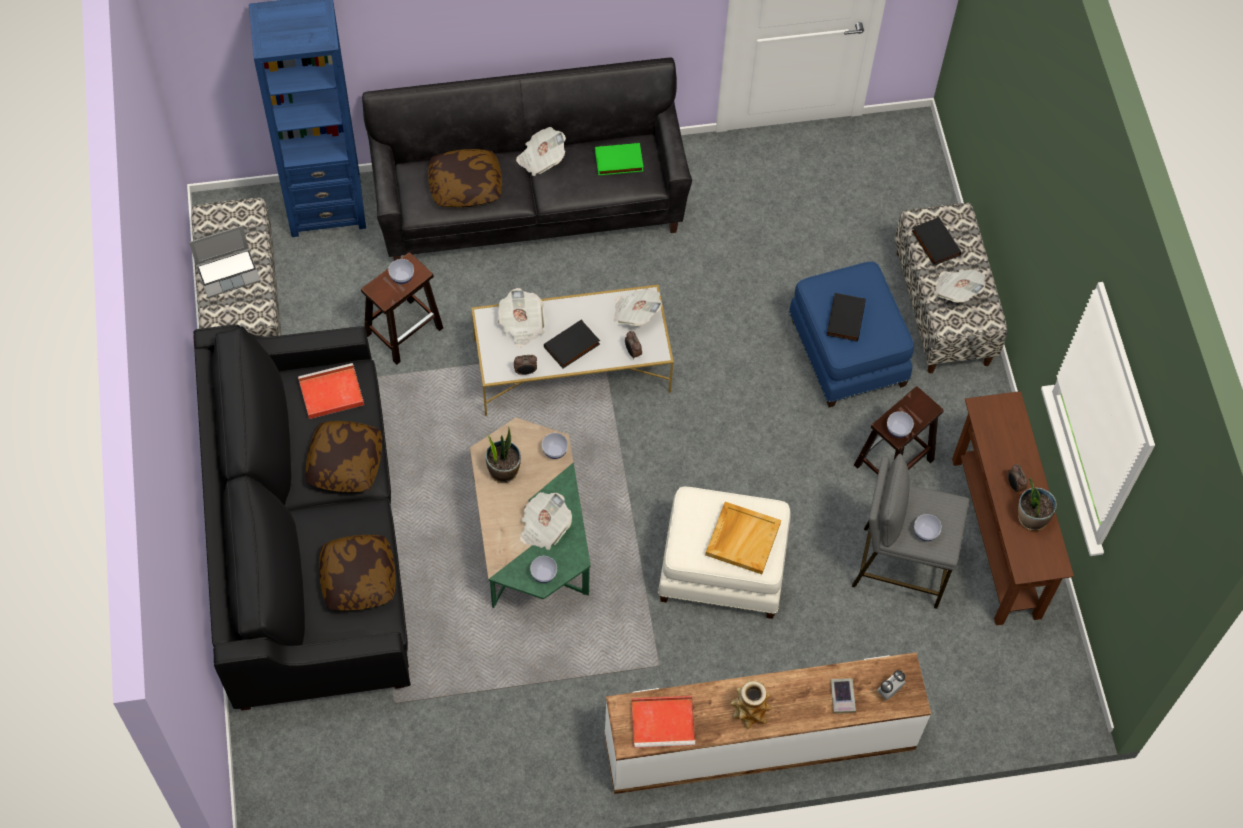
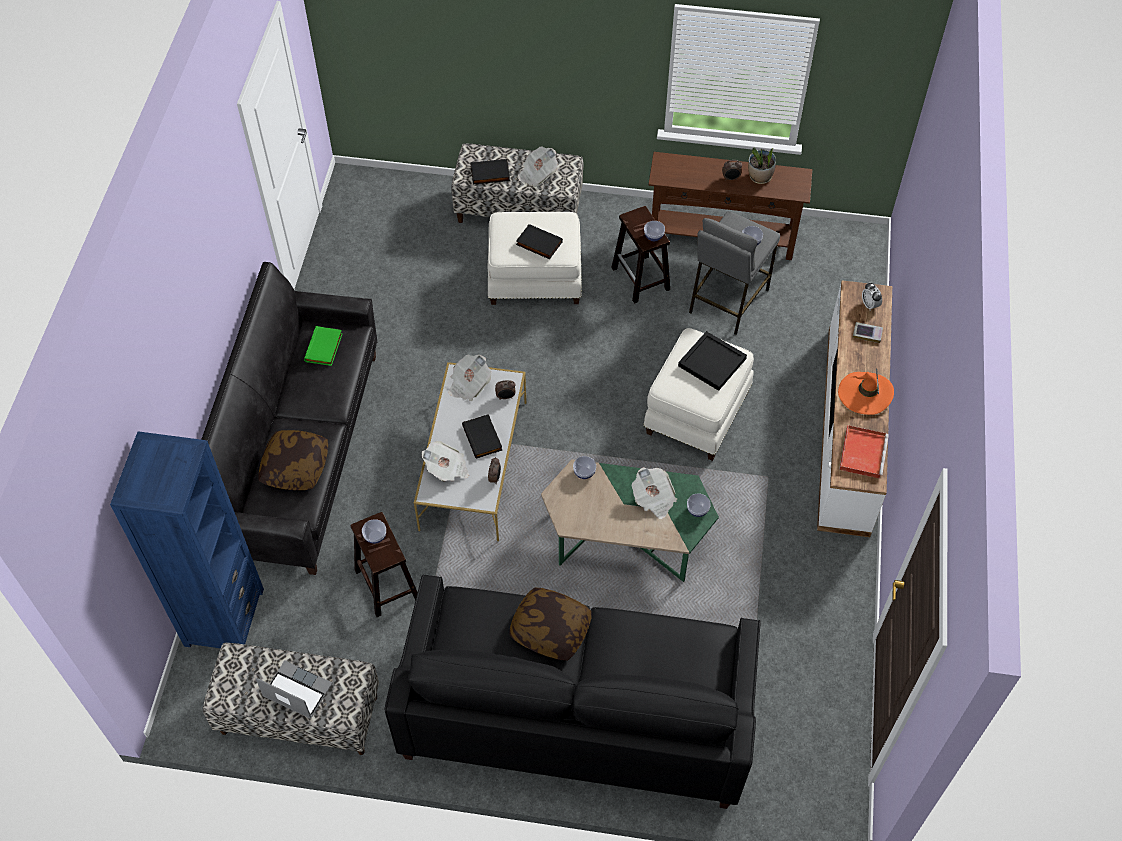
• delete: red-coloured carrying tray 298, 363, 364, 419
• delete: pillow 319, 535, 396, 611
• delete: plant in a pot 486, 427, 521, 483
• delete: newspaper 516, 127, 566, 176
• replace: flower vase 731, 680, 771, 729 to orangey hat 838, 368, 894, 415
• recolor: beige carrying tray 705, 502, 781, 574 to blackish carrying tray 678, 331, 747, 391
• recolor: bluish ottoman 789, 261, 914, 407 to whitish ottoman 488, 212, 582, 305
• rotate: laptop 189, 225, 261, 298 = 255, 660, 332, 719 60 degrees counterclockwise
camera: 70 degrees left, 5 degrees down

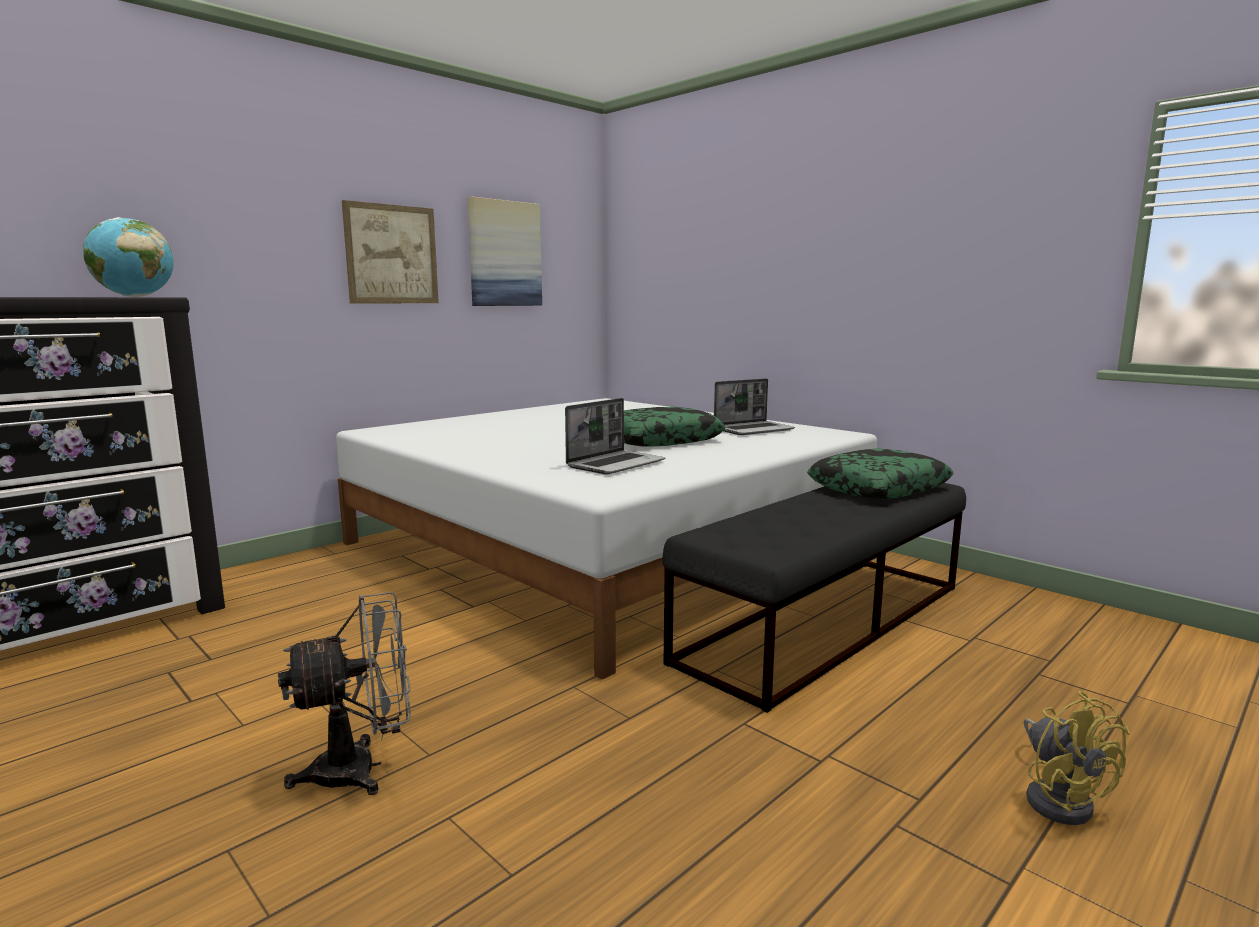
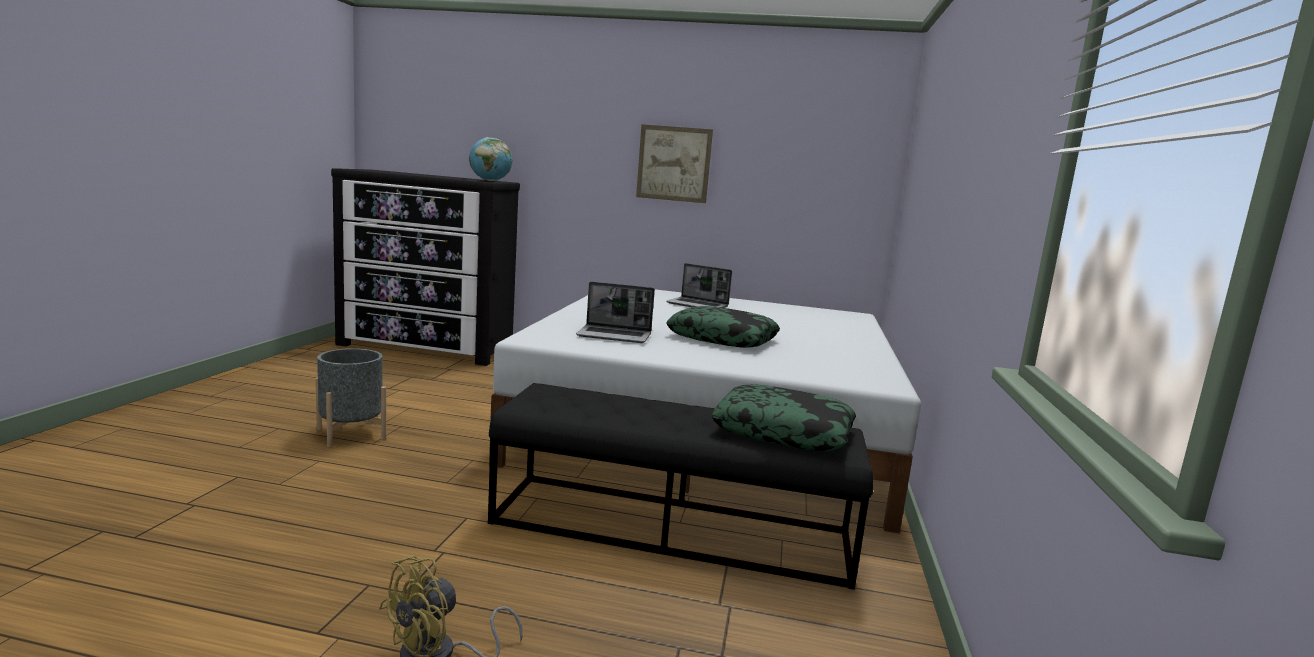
• delete: wall art 467, 196, 542, 306
• move: laptop 714, 379, 795, 435 to 666, 263, 732, 308
• replace: gray cooling fan 278, 592, 411, 795 to gray plant pot 316, 348, 386, 447
camera: 55 degrees right, 0 degrees up

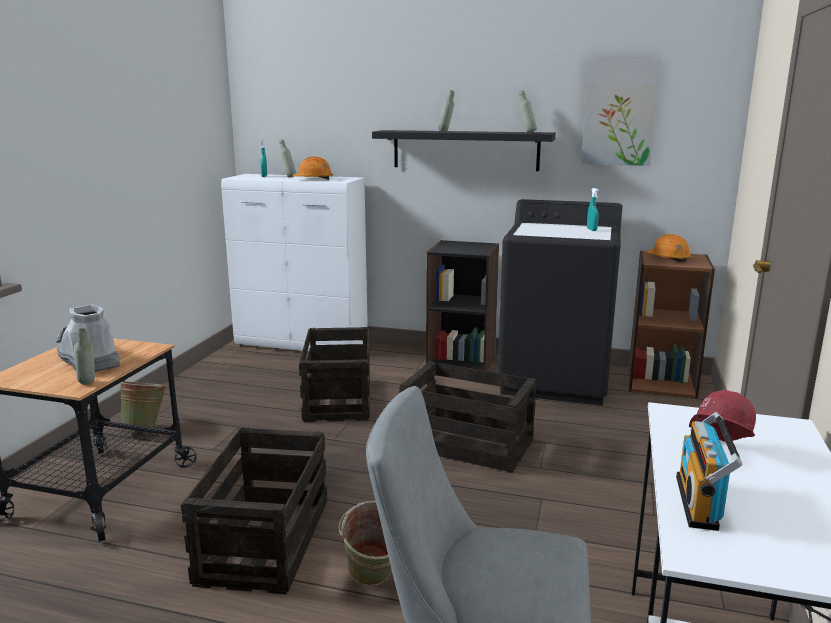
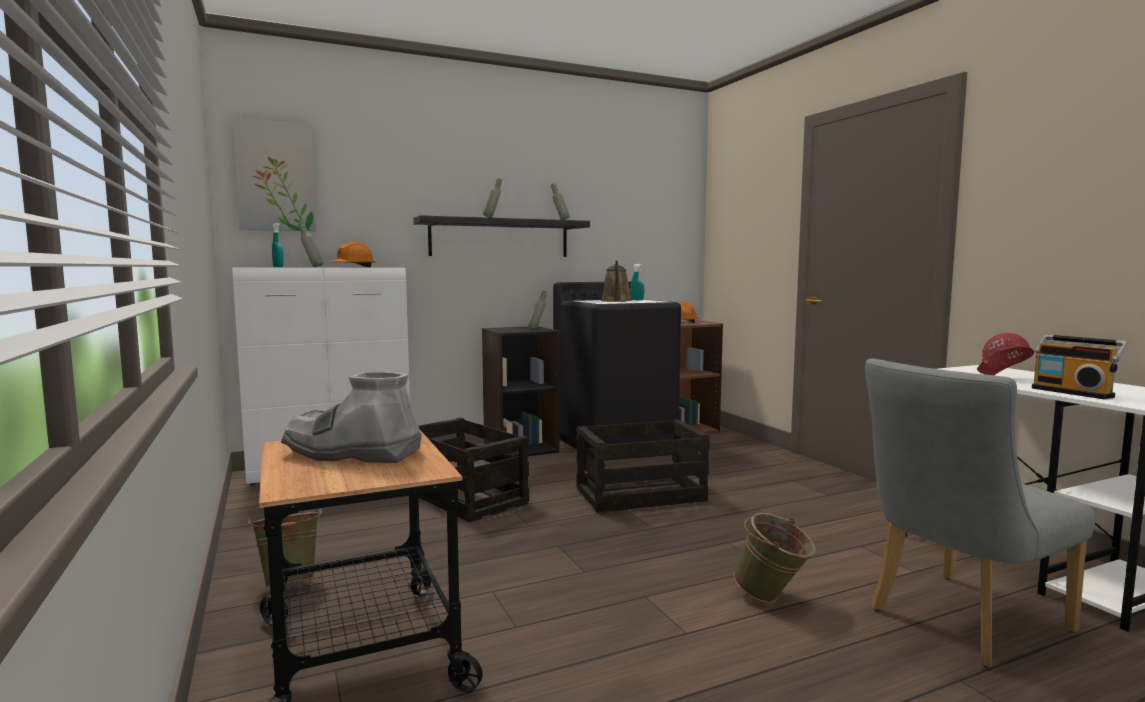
• delete: crate 181, 427, 327, 594
• insert: brownish sprinkling can 601, 260, 632, 302
• move: gray bottle 74, 328, 95, 384 to 528, 291, 547, 329
• move: wall art 581, 59, 660, 166 to 233, 118, 316, 231
camera: 40 degrees left, 10 degrees down

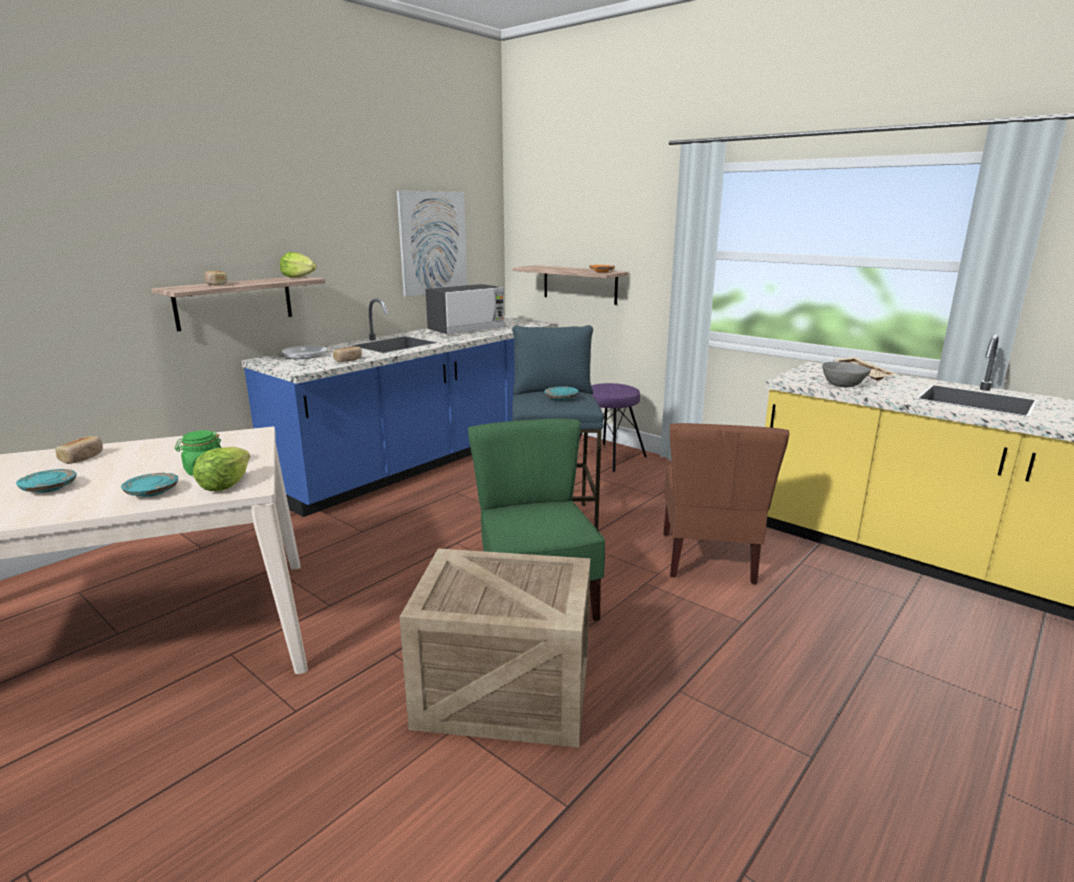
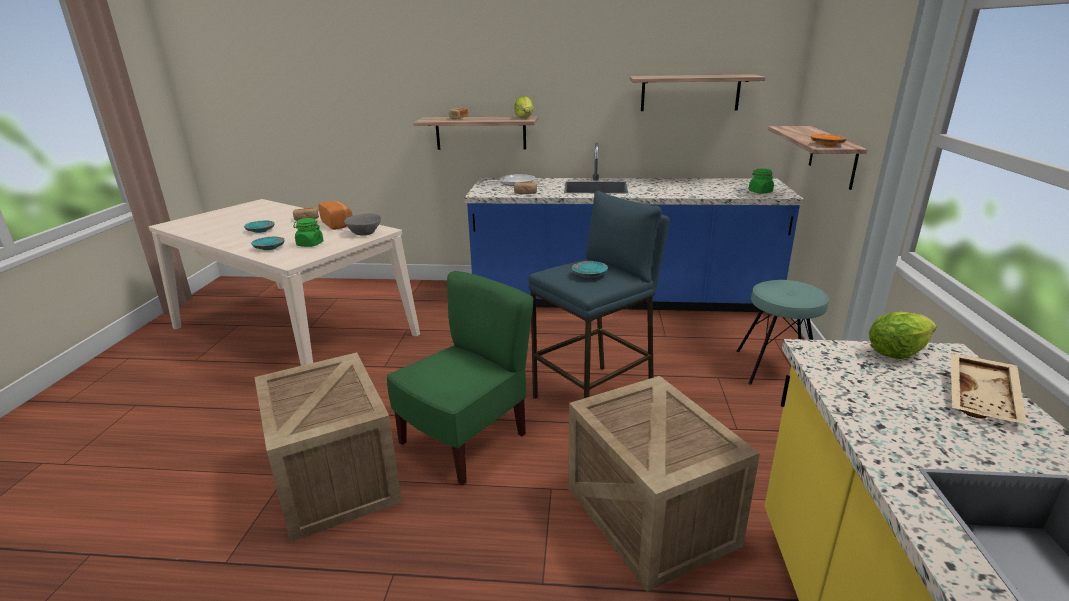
• delete: microwave oven 425, 284, 505, 334
• insert: baked bread 318, 201, 353, 230
• insert: greenish storage jar 749, 169, 774, 194
• move: lettuce head 193, 447, 250, 491 to 869, 312, 937, 359
• move: gray deep dish 822, 361, 871, 387 to 344, 213, 381, 236
• replace: wall art 397, 191, 467, 297 to bracket shelf 630, 74, 766, 111
• replace: brownish chair 663, 423, 789, 585 to crate 568, 376, 760, 592
• recolor: purplish stool seat 579, 383, 647, 472 to blue-green stool seat 736, 280, 829, 385
camera: 55 degrees right, 5 degrees up

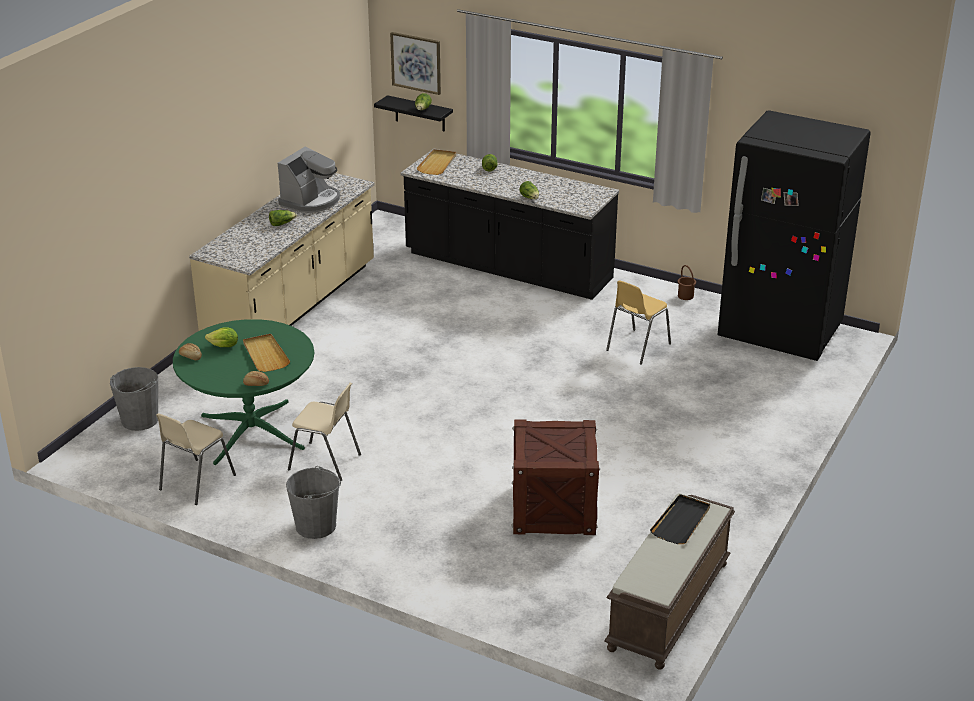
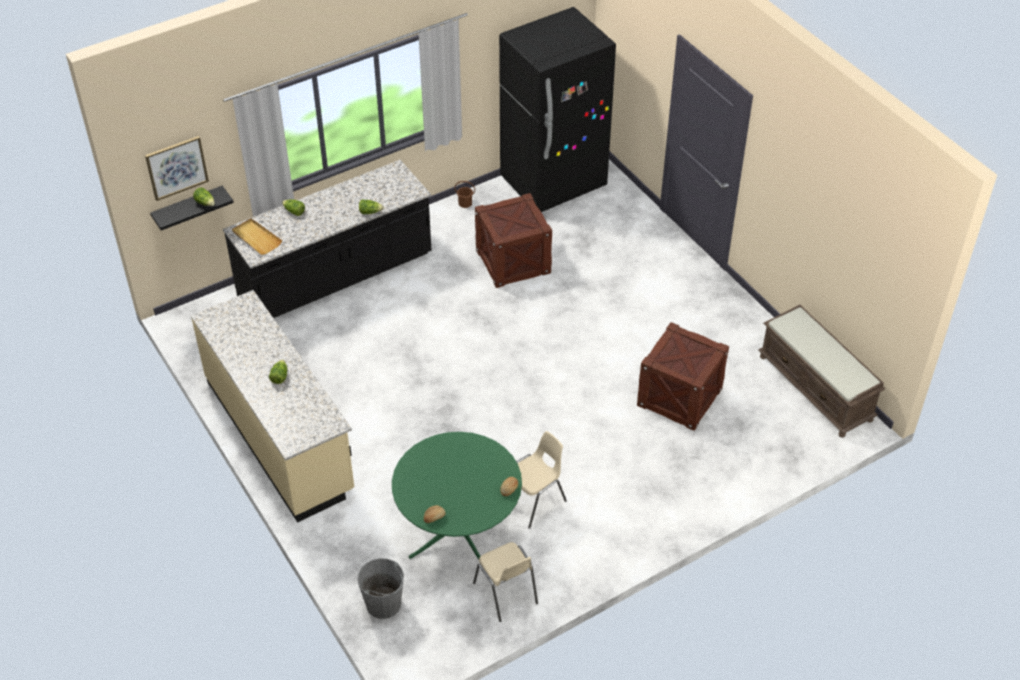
• delete: lettuce head 205, 327, 238, 347
• delete: beige carrying tray 243, 334, 290, 372
• delete: coffee machine 278, 146, 340, 213
• delete: gray bucket 286, 466, 341, 539
• delete: blackish carrying tray 650, 494, 710, 544
• replace: yellow-coloured chair 606, 280, 671, 365 to crate 475, 193, 552, 288
camera: 60 degrees left, 15 degrees up

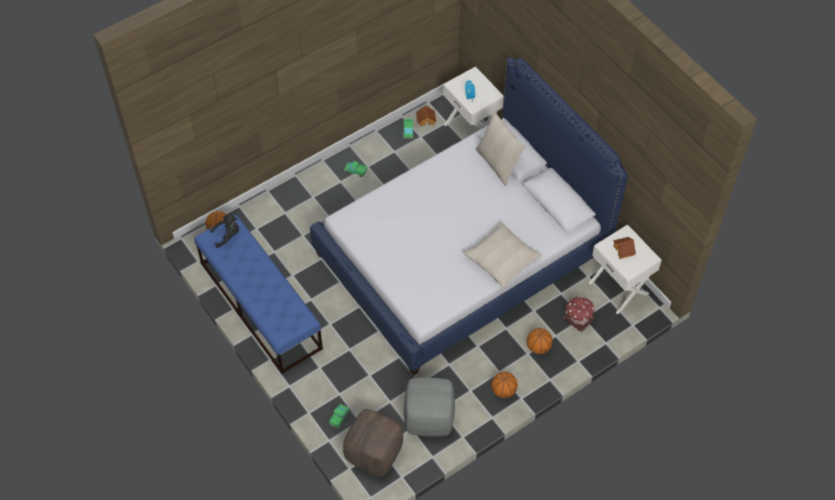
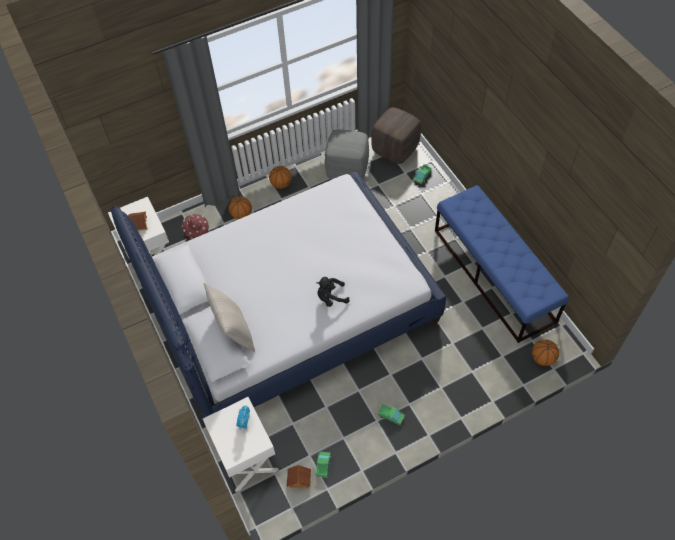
• delete: beige pillow 463, 222, 542, 288
• move: blackish soft toy 210, 214, 239, 248 to 317, 277, 350, 307
camera: 170 degrees left, 0 degrees up

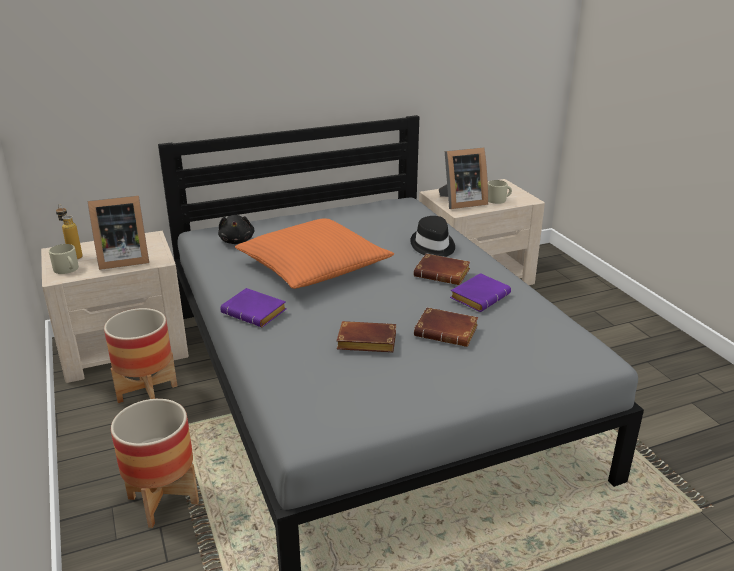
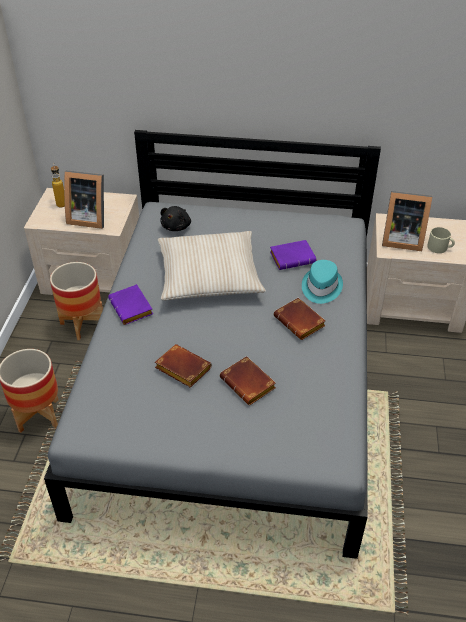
• delete: beige coffee mug 49, 244, 79, 274
• move: purplish bound book 450, 273, 511, 312 to 270, 240, 316, 270
• recolor: orangey pillow 235, 218, 394, 289 to beige pillow 158, 231, 266, 300
• recolor: blackish hat 410, 216, 455, 257 to blue-green hat 302, 260, 343, 304
camera: 30 degrees right, 15 degrees up

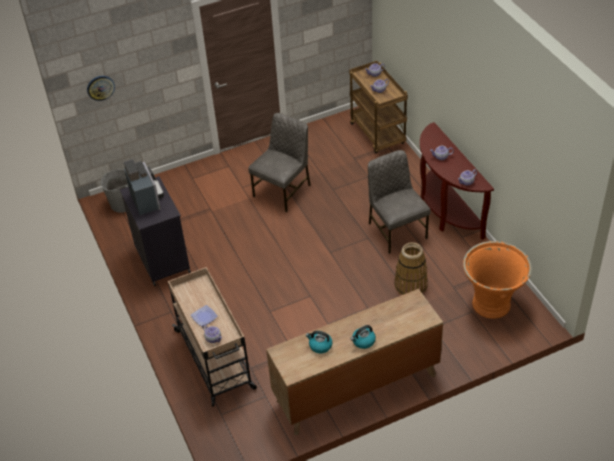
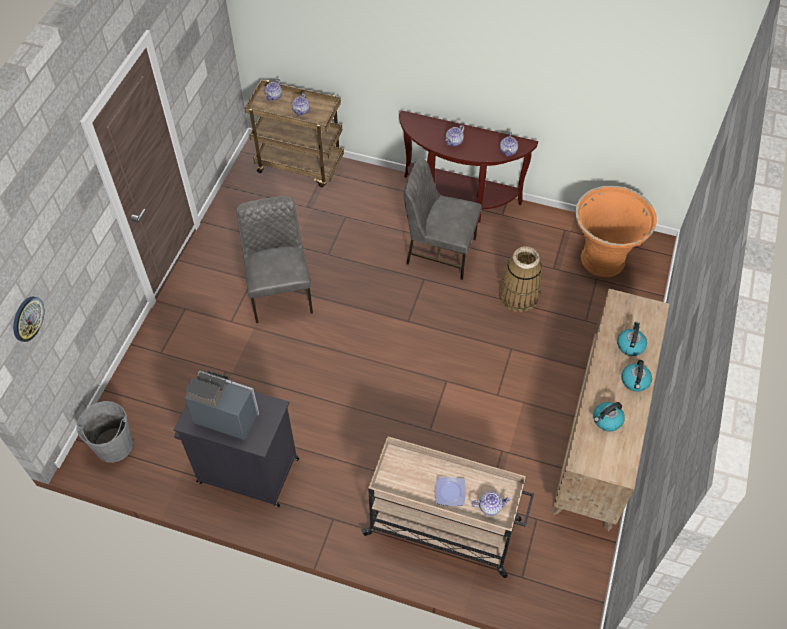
• insert: water kettle 617, 322, 647, 356
camera: 50 degrees left, 10 degrees up

